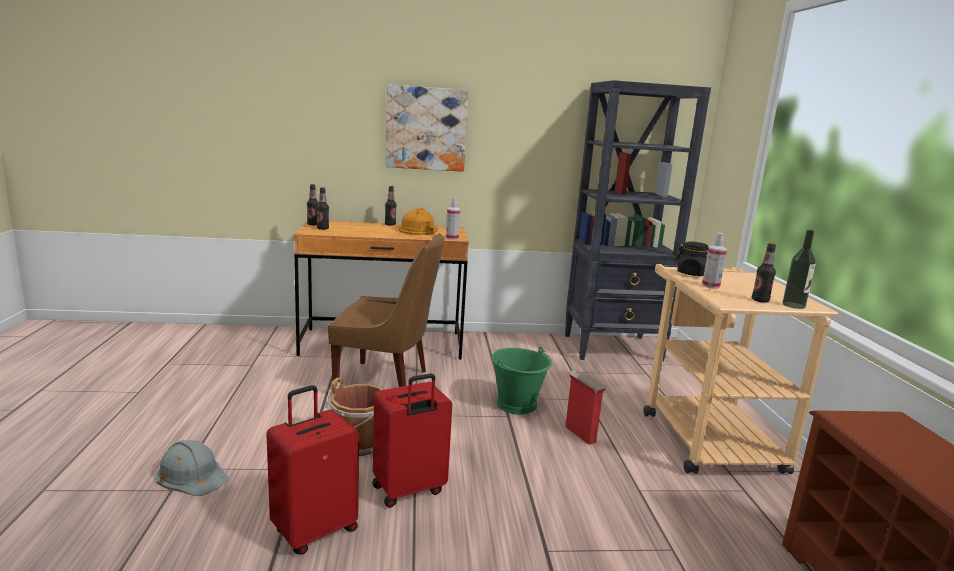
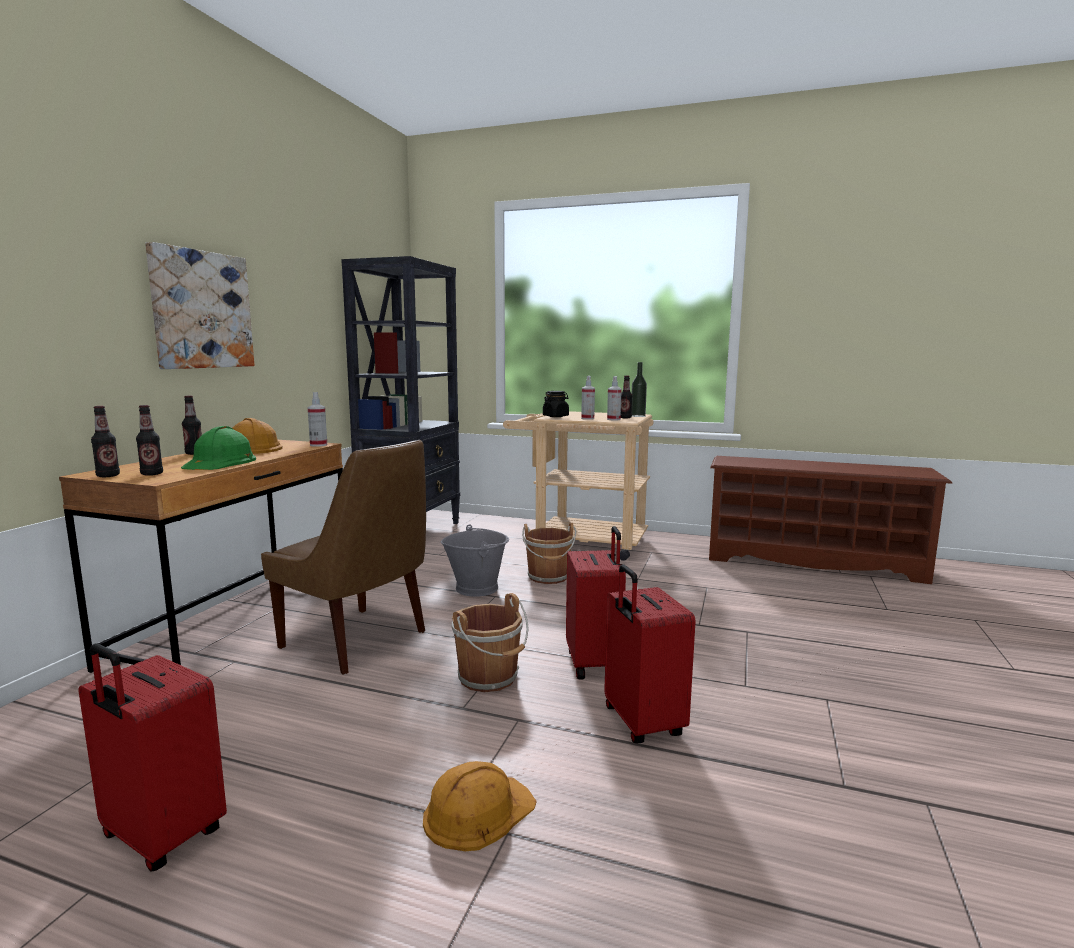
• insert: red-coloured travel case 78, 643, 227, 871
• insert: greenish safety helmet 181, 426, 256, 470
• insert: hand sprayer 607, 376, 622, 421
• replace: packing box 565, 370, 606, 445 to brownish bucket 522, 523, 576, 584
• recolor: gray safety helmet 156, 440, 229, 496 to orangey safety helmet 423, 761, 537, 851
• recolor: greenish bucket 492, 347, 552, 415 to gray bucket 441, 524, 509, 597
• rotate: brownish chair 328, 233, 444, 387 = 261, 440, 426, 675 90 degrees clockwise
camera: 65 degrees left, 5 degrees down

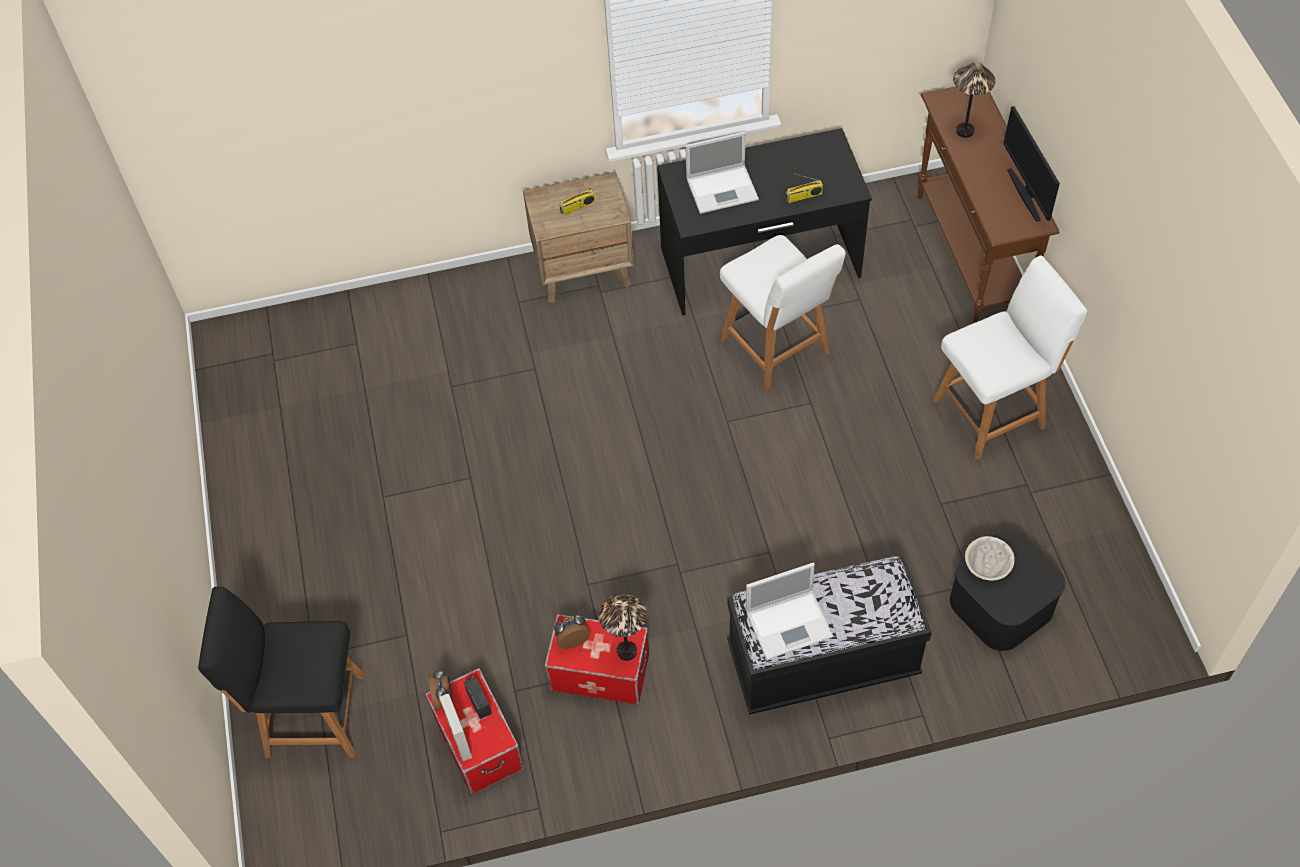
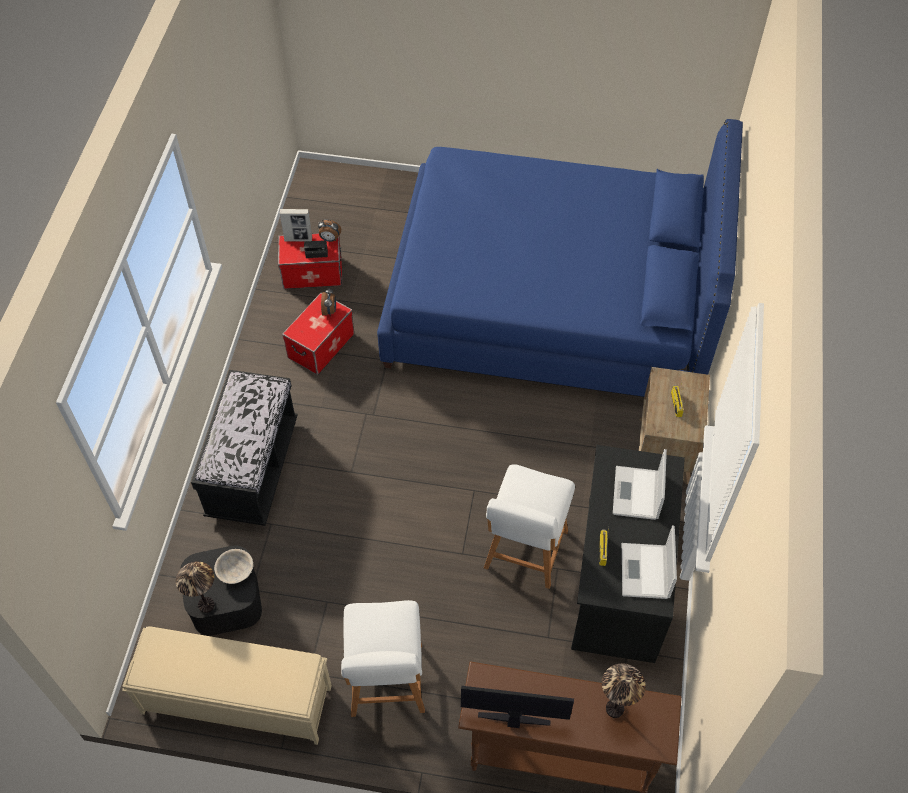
• delete: blackish chair 198, 587, 365, 758
• insert: beige long seat 122, 626, 332, 745
• insert: bluish bed 377, 119, 743, 397
• move: table lamp 599, 594, 647, 661 to 176, 561, 214, 613
• move: laptop 746, 562, 834, 660 to 622, 525, 677, 599
• rotate: whitish chair 720, 235, 846, 391 = 484, 464, 575, 589 60 degrees counterclockwise
camera: 110 degrees right, 0 degrees up

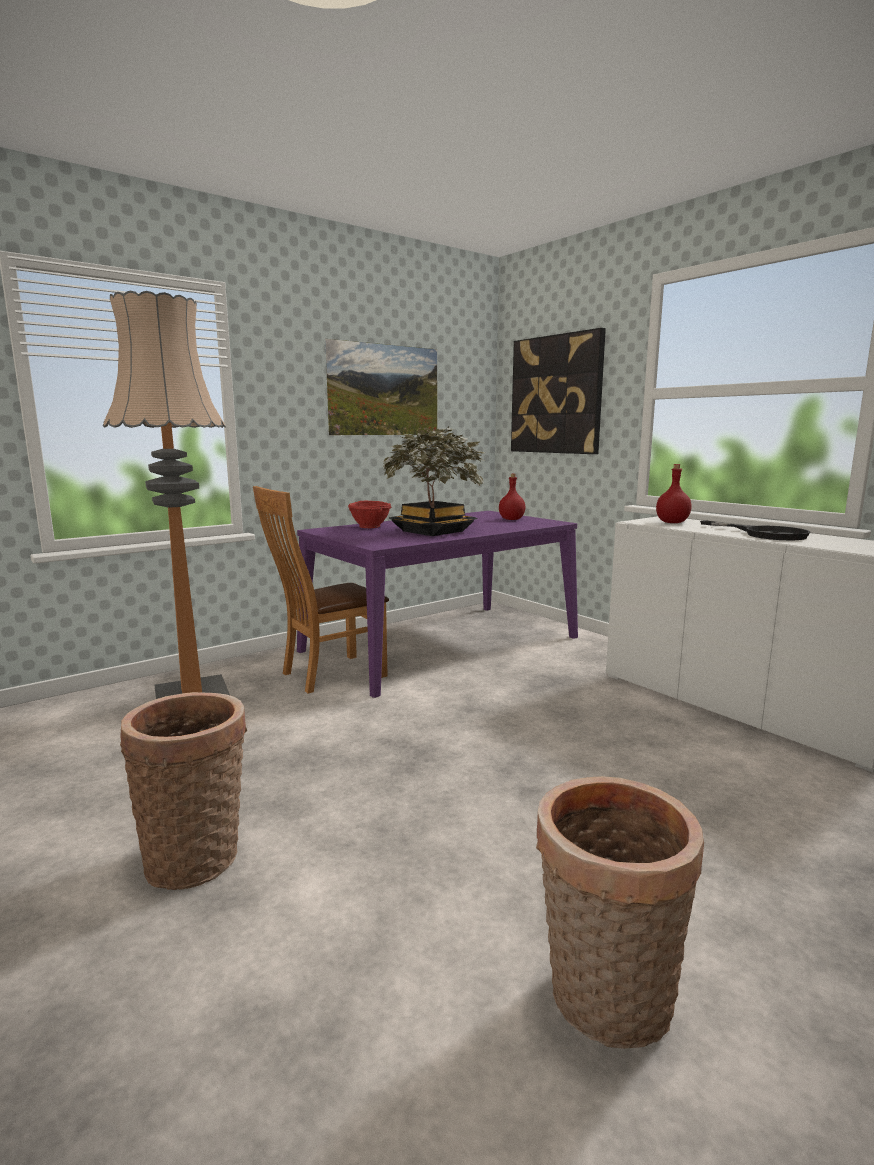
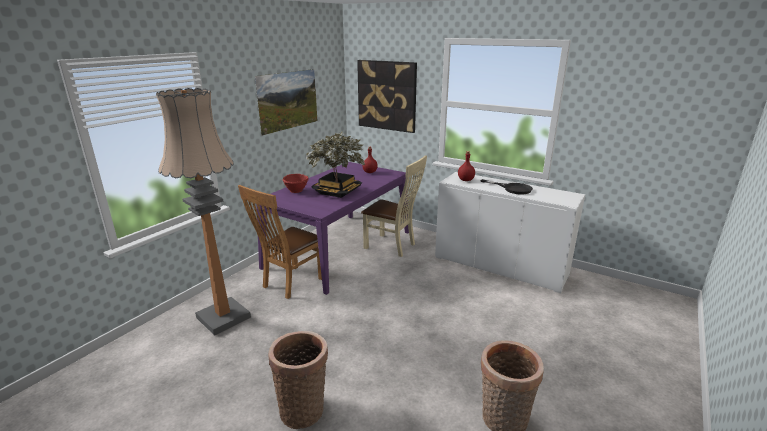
• insert: beige chair 361, 155, 427, 257
camera: 20 degrees left, 10 degrees up

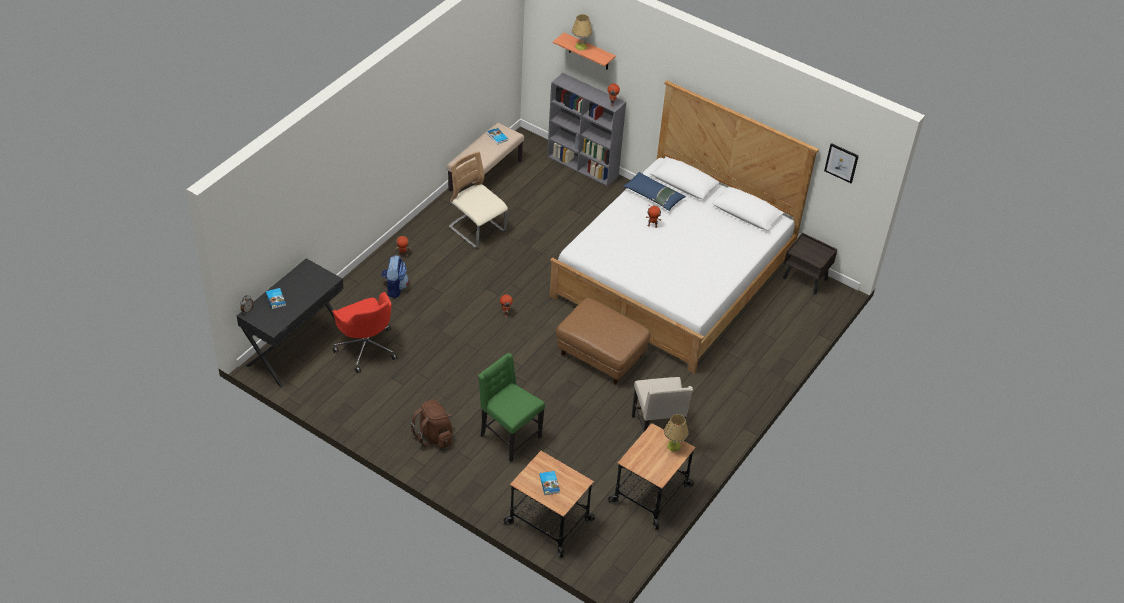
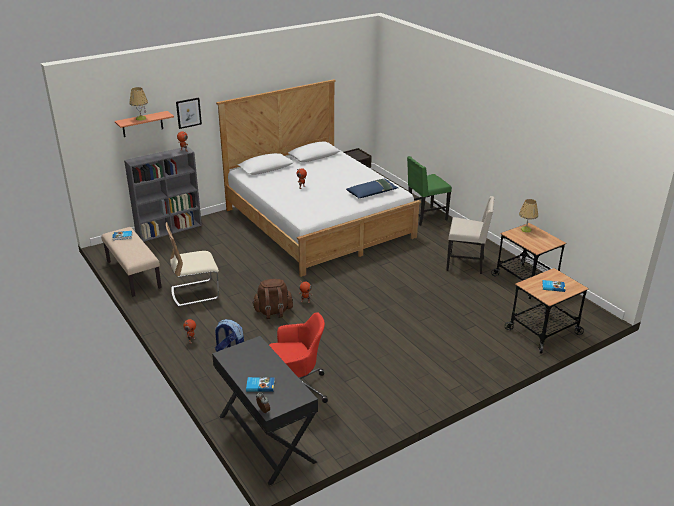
• delete: brownish ottoman 556, 298, 650, 385
• move: brownish rucksack 410, 399, 452, 448 to 252, 279, 293, 319
• move: greenish chair 478, 353, 545, 462 to 407, 156, 452, 226
• move: bluish pillow 623, 172, 686, 211 to 346, 179, 398, 199
• move: wall art 824, 143, 859, 183 to 176, 97, 202, 129
camera: 65 degrees left, 15 degrees down

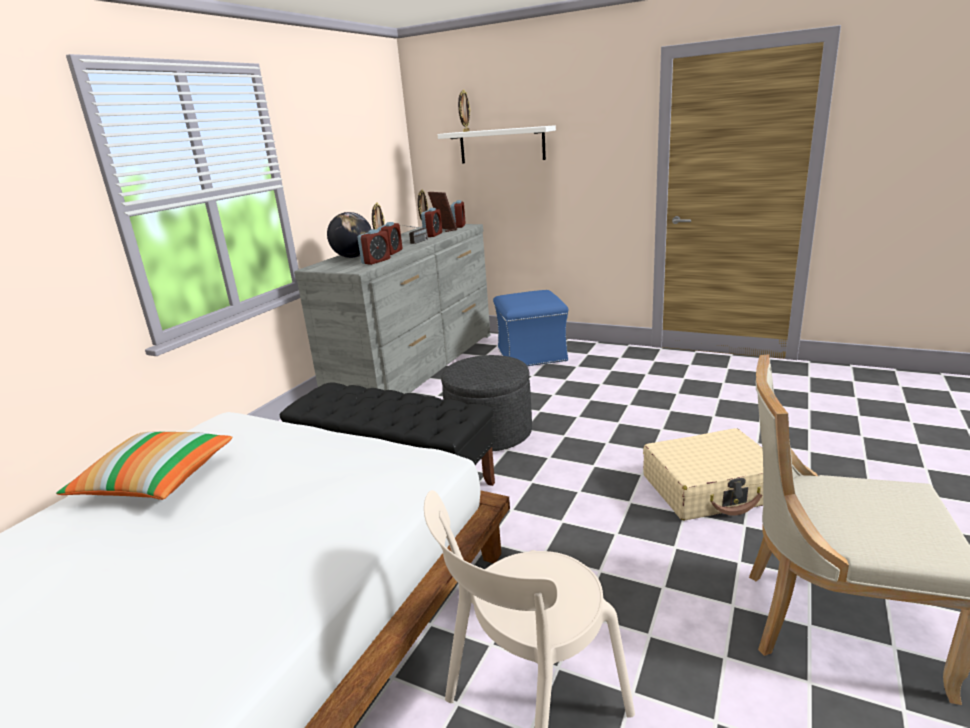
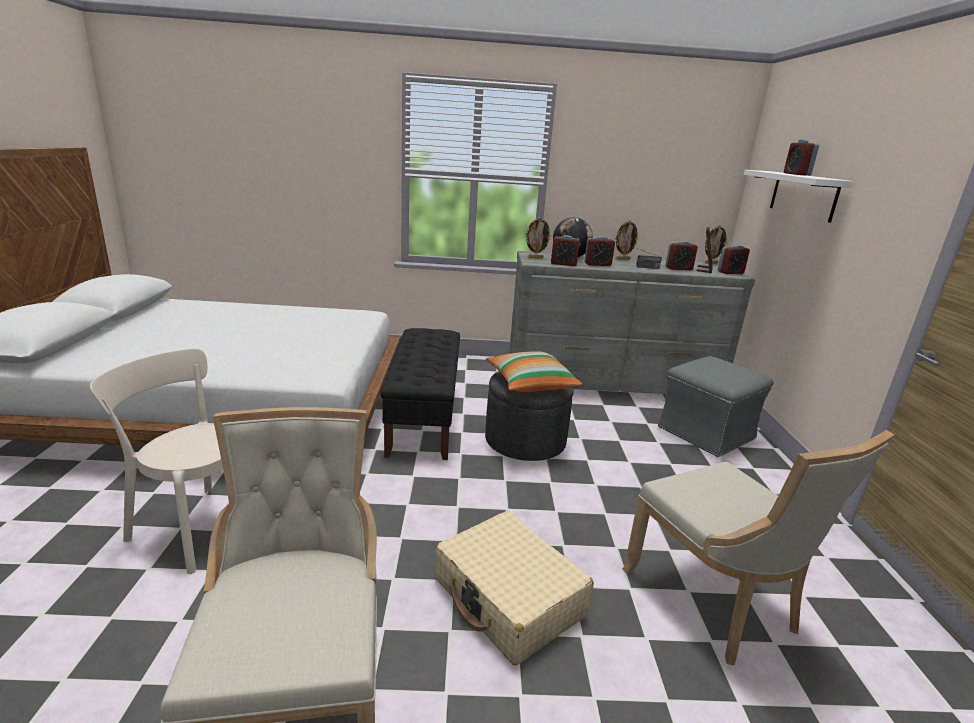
• insert: beige chair 622, 430, 894, 666
• insert: table clock 784, 139, 819, 176
• move: pillow 56, 431, 233, 500 to 486, 351, 582, 392
• move: photo frame 458, 89, 470, 132 to 525, 217, 551, 258
• recolor: bluish ottoman 493, 290, 569, 366 to gray ottoman 658, 356, 774, 457
camera: 60 degrees right, 0 degrees up

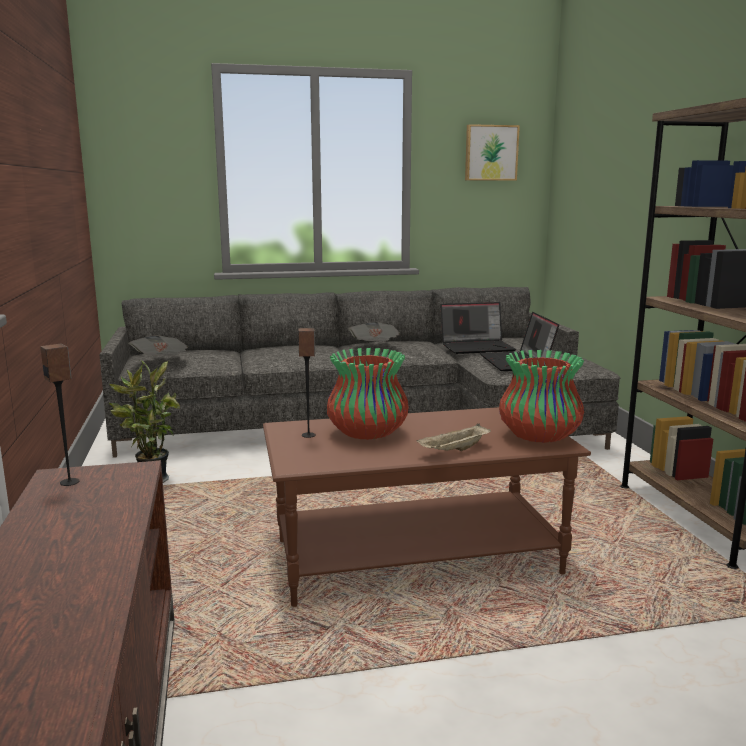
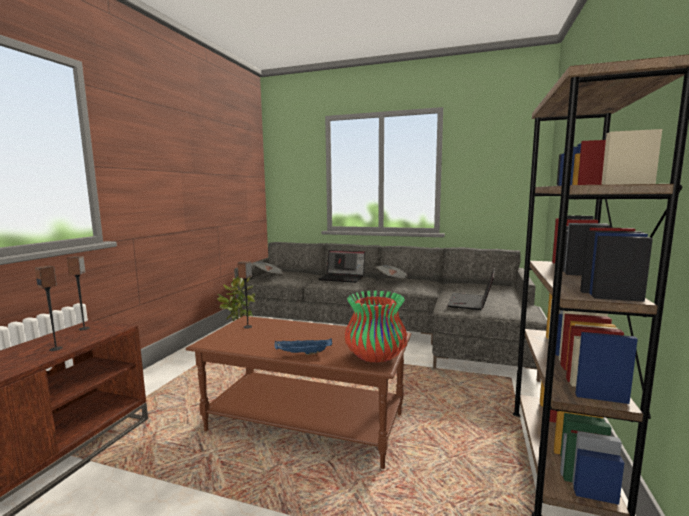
• delete: flower vase 327, 348, 409, 440
• delete: wall art 465, 124, 520, 181
• insert: audio speaker 35, 265, 63, 351
• move: laptop 441, 302, 516, 354 to 318, 250, 365, 283
• recolor: beige carrying tray 417, 423, 491, 451 to bluish carrying tray 275, 338, 332, 355
camera: 30 degrees right, 5 degrees down

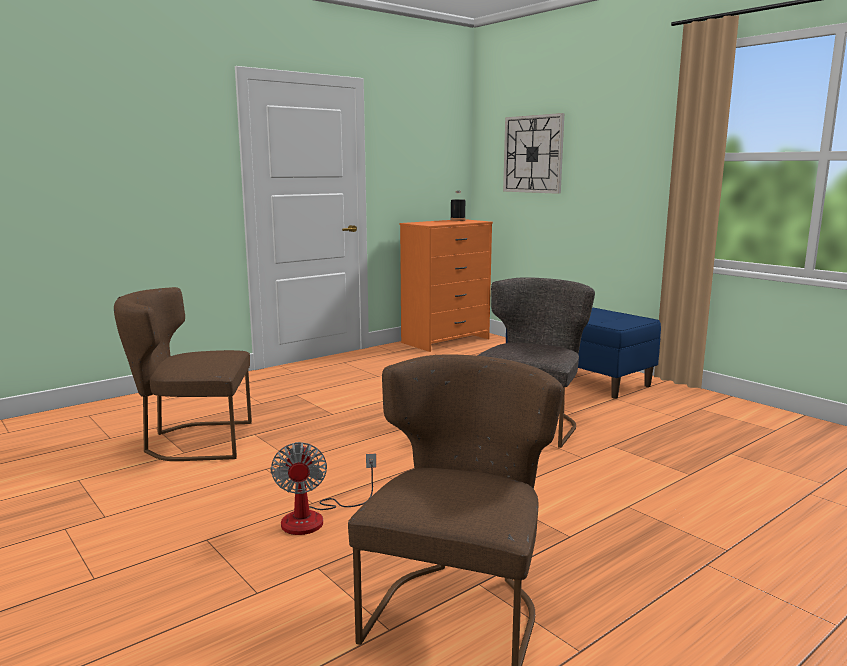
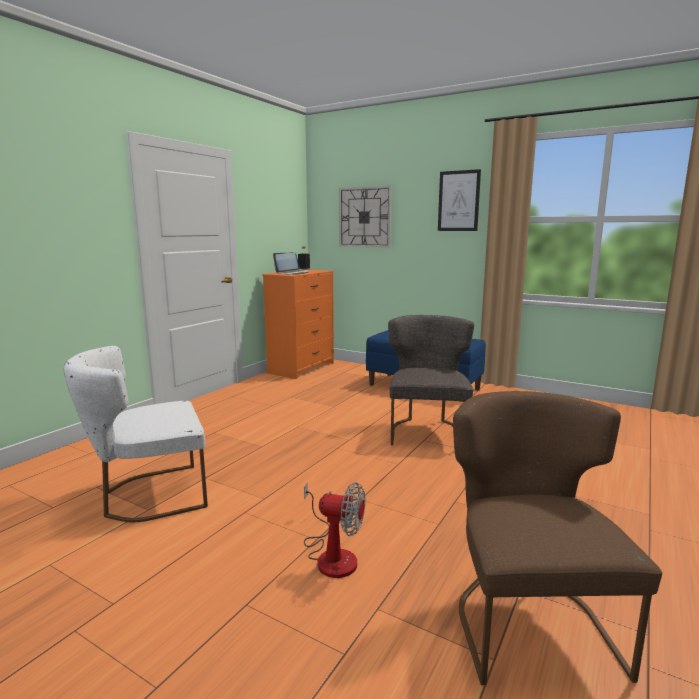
• insert: laptop 273, 252, 311, 275
• insert: wall art 438, 169, 481, 231
• recolor: brownish chair 114, 287, 252, 461 to whitish chair 63, 346, 208, 522
• rotate: cooling fan 271, 442, 376, 535 = 304, 482, 365, 578 45 degrees counterclockwise
camera: 20 degrees left, 0 degrees up

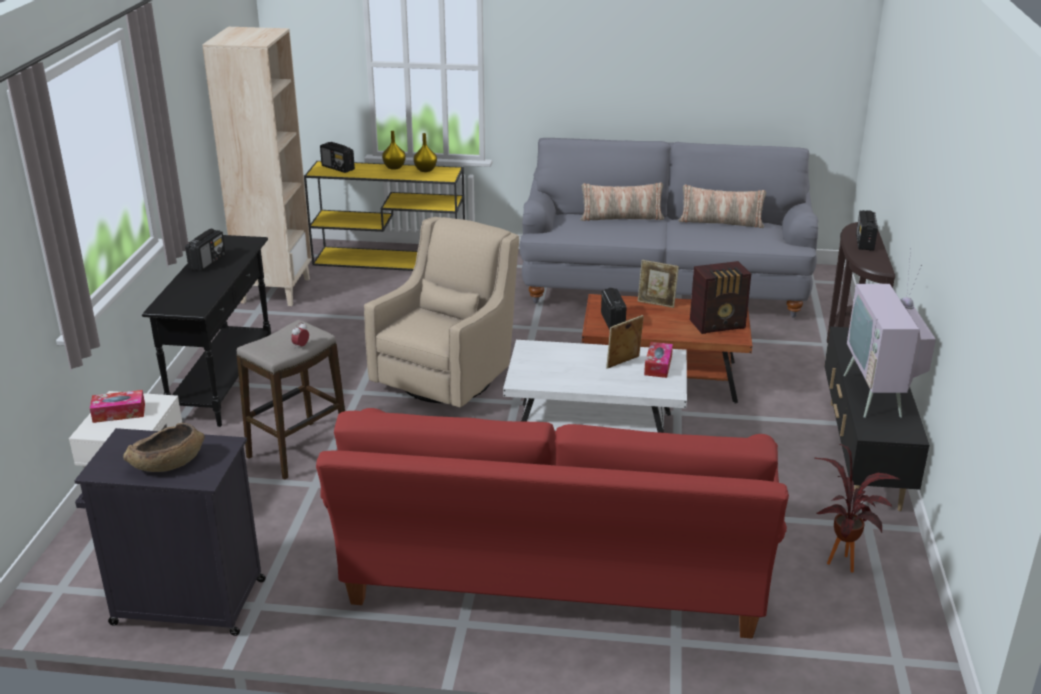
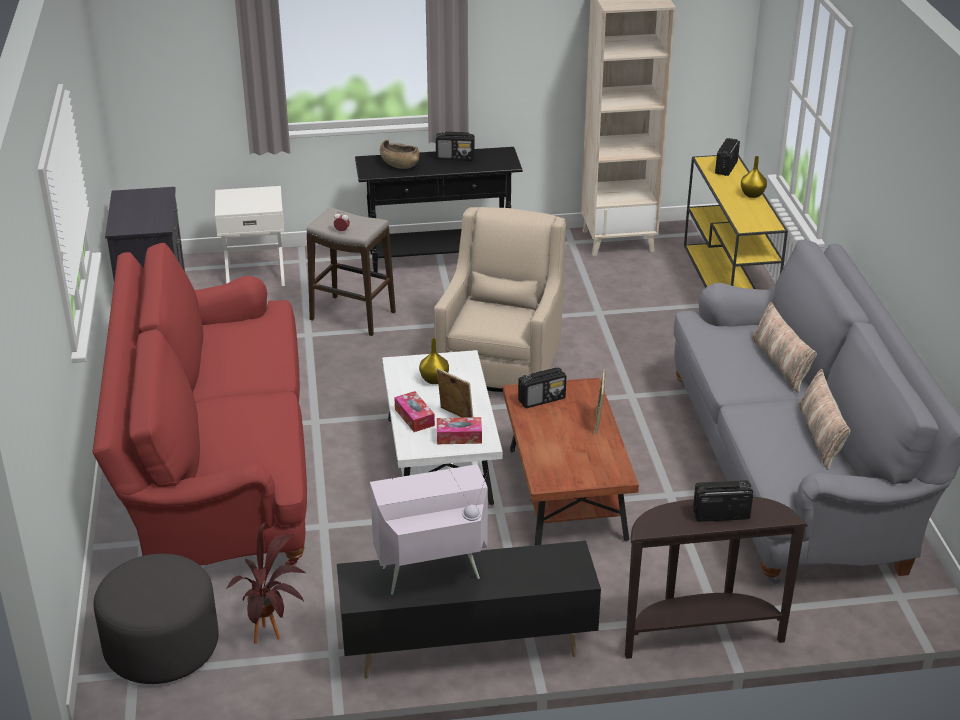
• delete: radio receiver 690, 261, 751, 334
• insert: gray ottoman 94, 554, 219, 684
• move: tissue box 90, 390, 145, 423 to 394, 391, 435, 432
• move: brownish deep dish 123, 423, 205, 472 to 380, 140, 419, 169
• move: yellow-coloured flower vase 414, 133, 437, 172 to 419, 338, 449, 384
• rotate: beige armchair 364, 217, 519, 407 = 434, 207, 566, 392 90 degrees counterclockwise
camera: 75 degrees right, 5 degrees up

